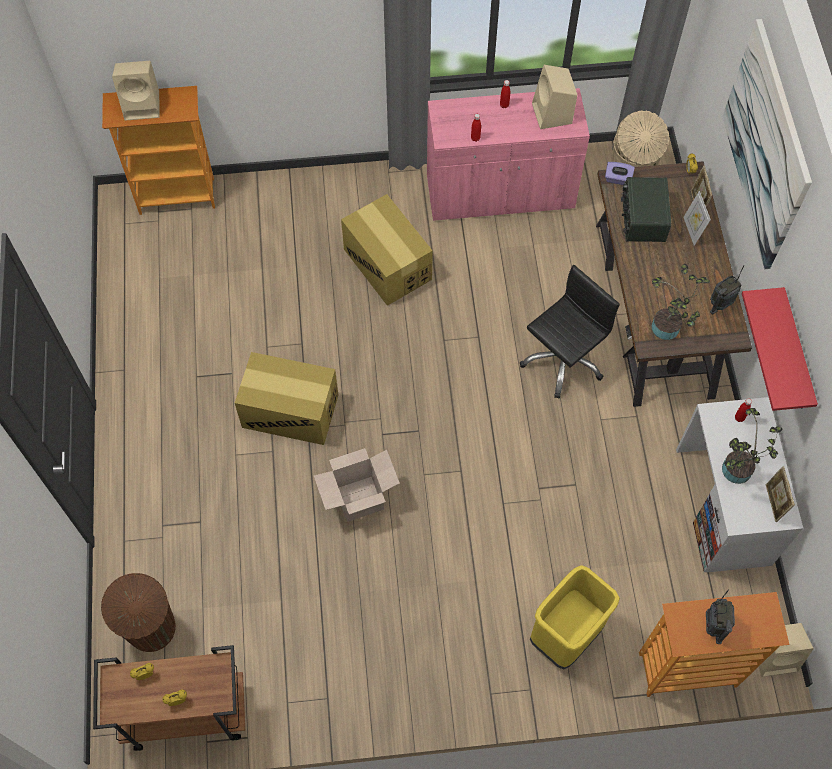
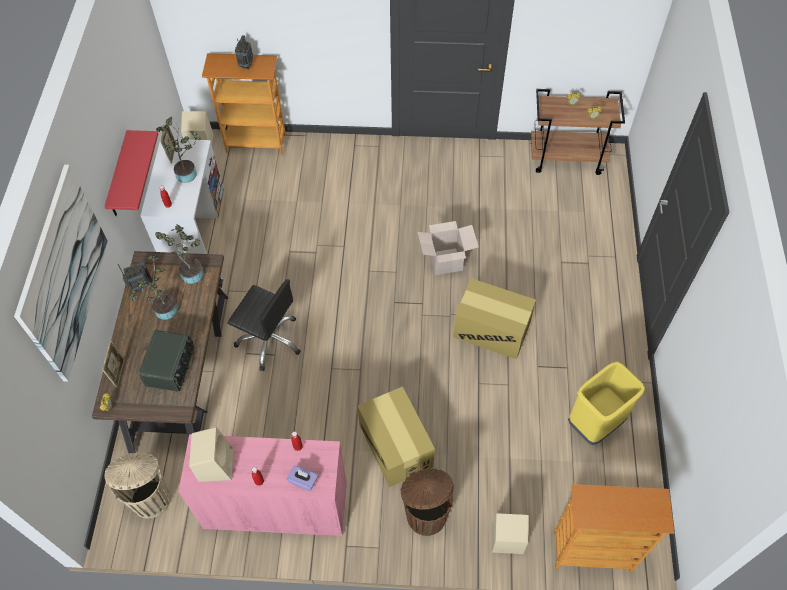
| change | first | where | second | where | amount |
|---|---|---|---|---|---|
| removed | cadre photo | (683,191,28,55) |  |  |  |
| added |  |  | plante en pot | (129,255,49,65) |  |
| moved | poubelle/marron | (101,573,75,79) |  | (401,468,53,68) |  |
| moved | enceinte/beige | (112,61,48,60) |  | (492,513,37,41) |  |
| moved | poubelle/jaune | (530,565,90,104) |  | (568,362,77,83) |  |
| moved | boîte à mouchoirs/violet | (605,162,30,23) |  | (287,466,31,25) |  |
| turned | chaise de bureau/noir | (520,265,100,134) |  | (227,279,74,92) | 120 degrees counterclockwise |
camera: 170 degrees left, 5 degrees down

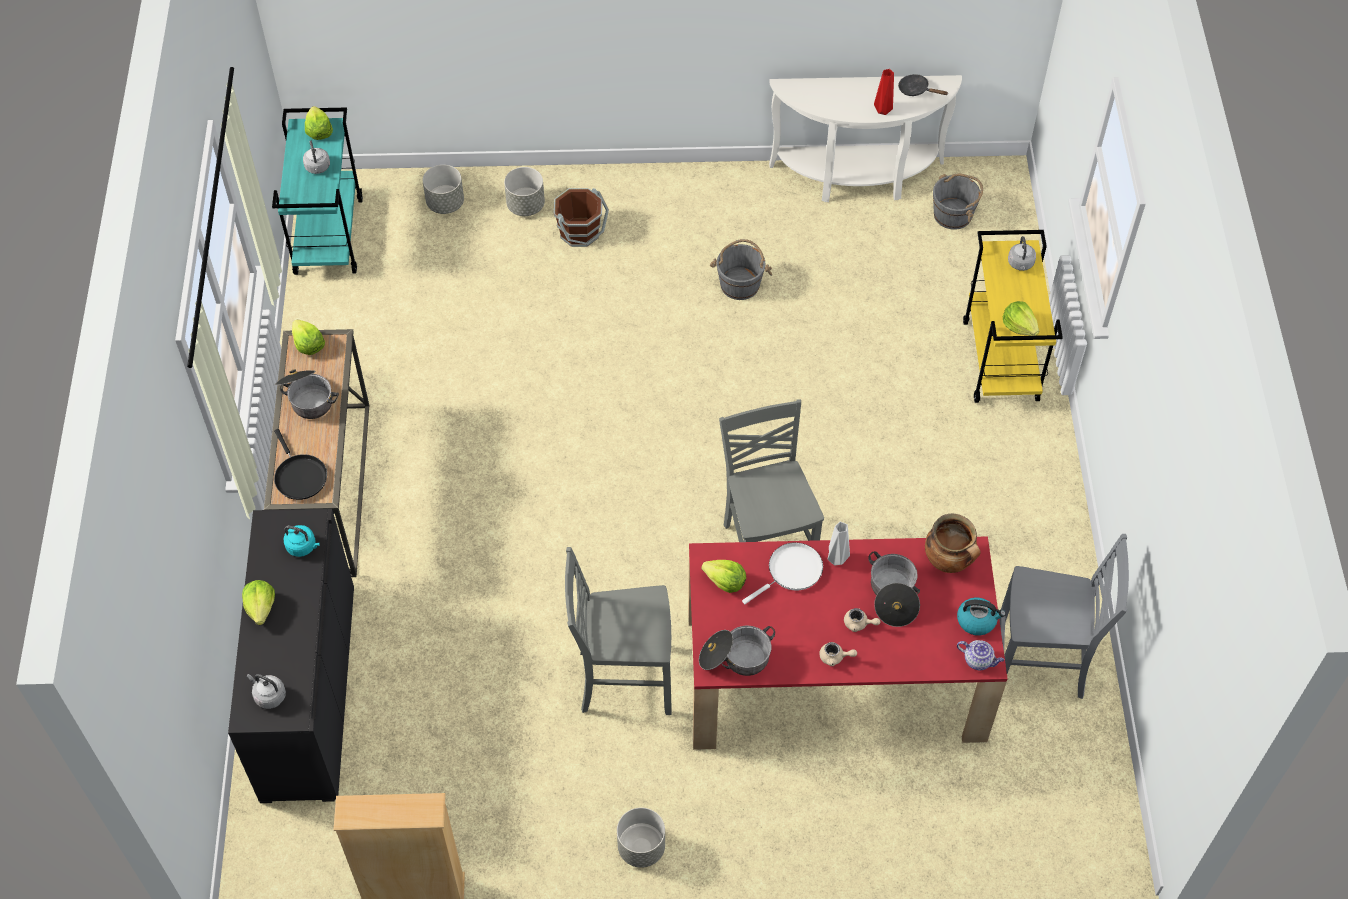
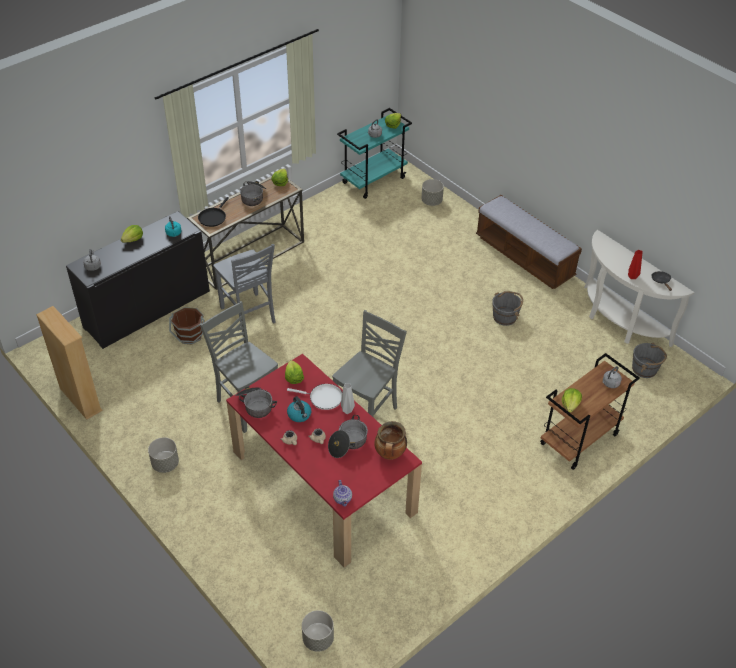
| change | first | where | second | where | amount |
|---|---|---|---|---|---|
| added |  |  | banc | (476,195,106,94) |  |
| moved | cache-pot/gris | (504,167,41,49) |  | (302,610,32,42) |  |
| moved | seau/marron | (554,188,55,59) |  | (169,307,36,37) |  |
| moved | bouilloire | (957,597,49,39) |  | (287,396,24,26) |  |
| moved | chaise/gris | (999,534,130,165) |  | (213,244,62,88) |  |
| recoloured | chariot/jaune | (963,230,100,173) | chariot/marron | (540,353,100,117) |  |
camera: 50 degrees right, 10 degrees down

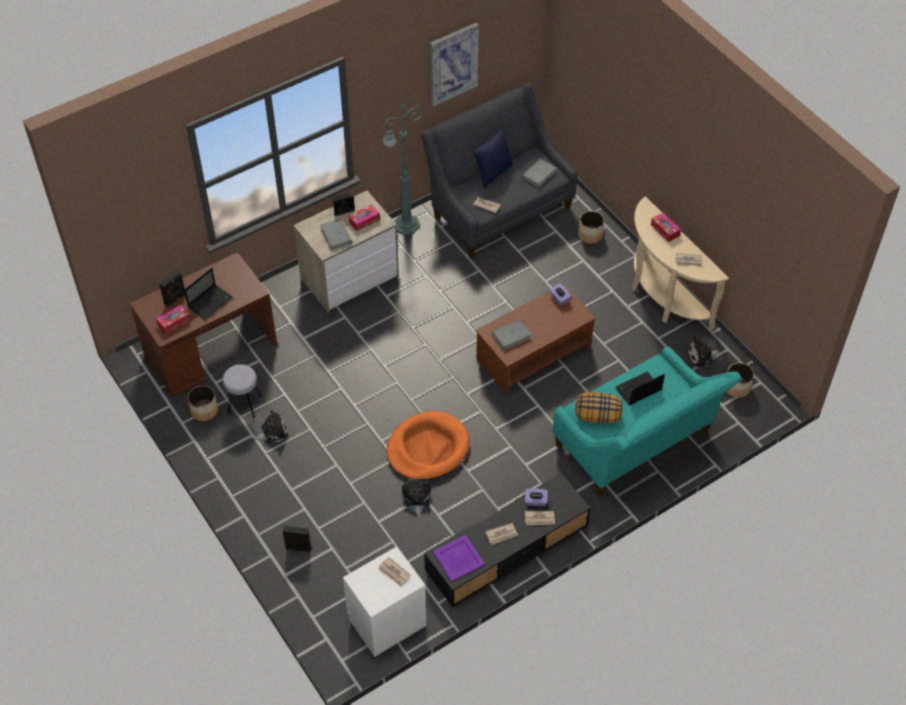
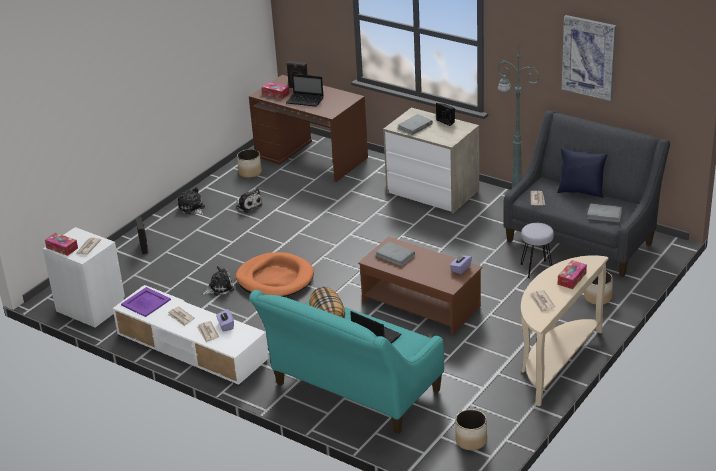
| change | first | where | second | where | amount |
|---|---|---|---|---|---|
| moved | tabouret/gris | (223,364,39,54) |  | (521,223,33,55) |  |
| moved | boîte à mouchoirs | (348,204,32,27) |  | (45,233,33,23) |  |
| moved | peluche | (687,336,32,32) |  | (178,187,27,28) |  |
| recoloured | meuble télé/noir | (424,473,166,134) | meuble télé/blanc | (113,285,156,101) |  |
camera: 70 degrees right, 20 degrees down

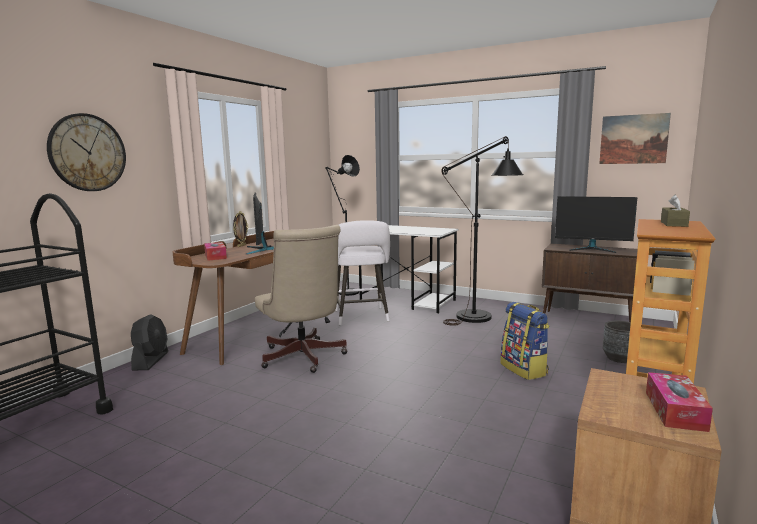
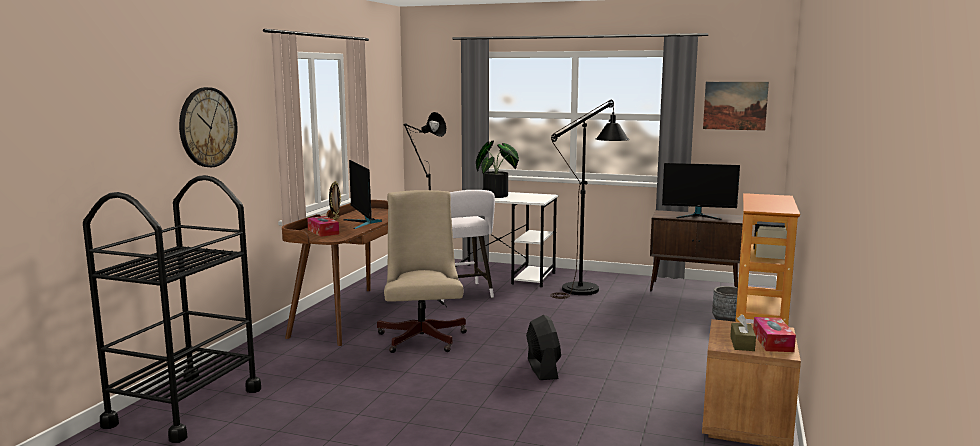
| change | first | where | second | where | amount |
|---|---|---|---|---|---|
| removed | sac à dos | (500,302,50,78) |  |  |  |
| added |  |  | plante en pot | (476,141,43,57) |  |
| moved | ventilateur/noir | (131,314,37,56) |  | (526,315,35,65) |  |
| moved | boîte à mouchoirs/marron | (661,195,29,32) |  | (730,314,26,37) |  |
| turned | chaise de bureau/beige | (255,225,93,148) |  | (377,190,90,163) | 150 degrees counterclockwise |
camera: 10 degrees left, 0 degrees up

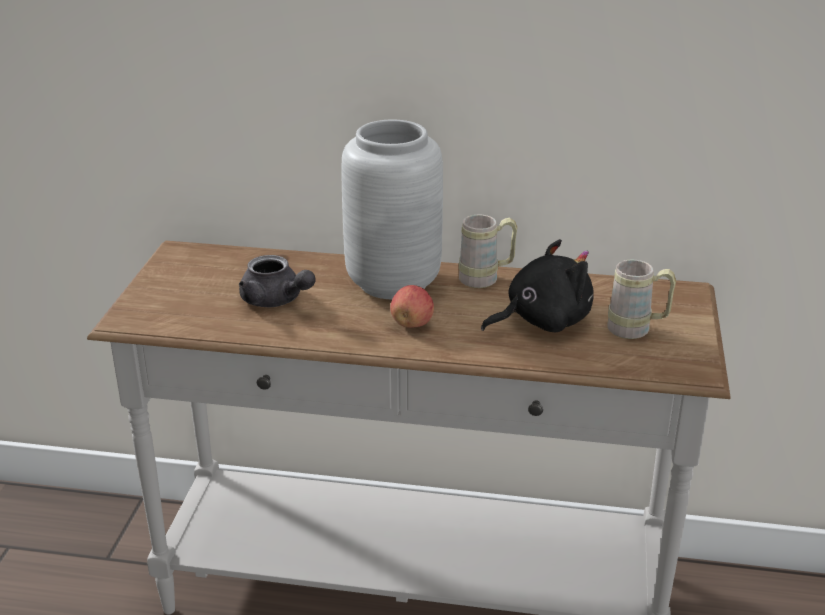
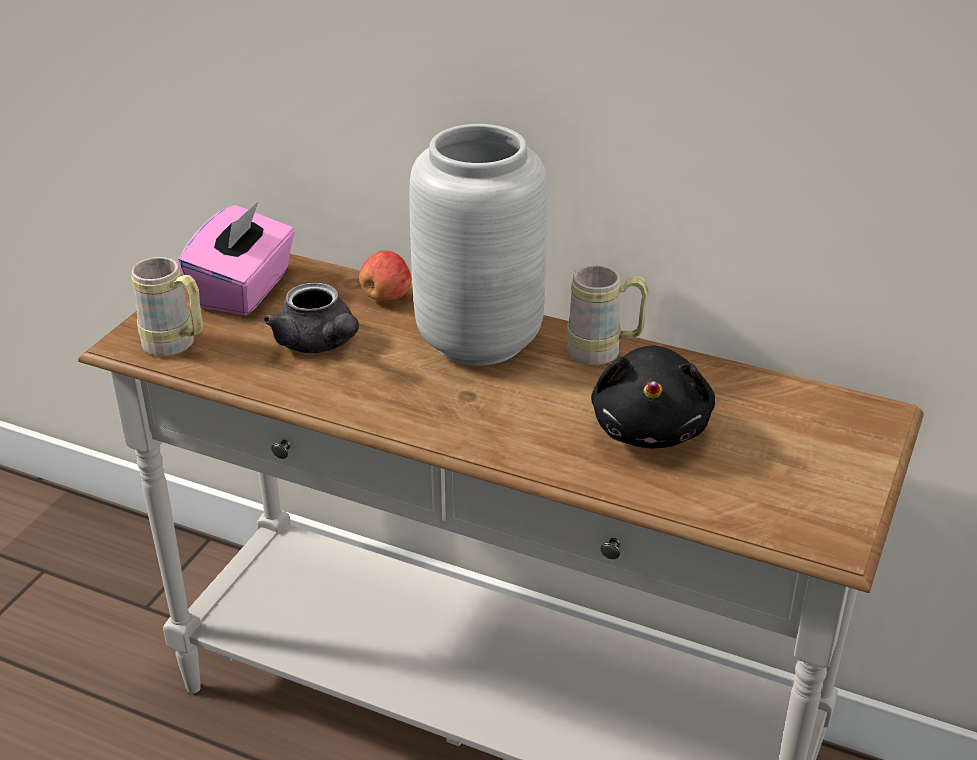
| change | first | where | second | where | amount |
|---|---|---|---|---|---|
| added |  |  | boîte à mouchoirs/rose | (178,201,117,115) |  |
| moved | pomme | (390,285,44,43) |  | (359,250,52,51) |  |
| moved | mug/beige | (607,259,69,80) |  | (131,257,72,99) |  |
| turned | peluche/noir | (481,239,113,93) |  | (591,345,124,104) | 105 degrees clockwise |
camera: 15 degrees right, 5 degrees up

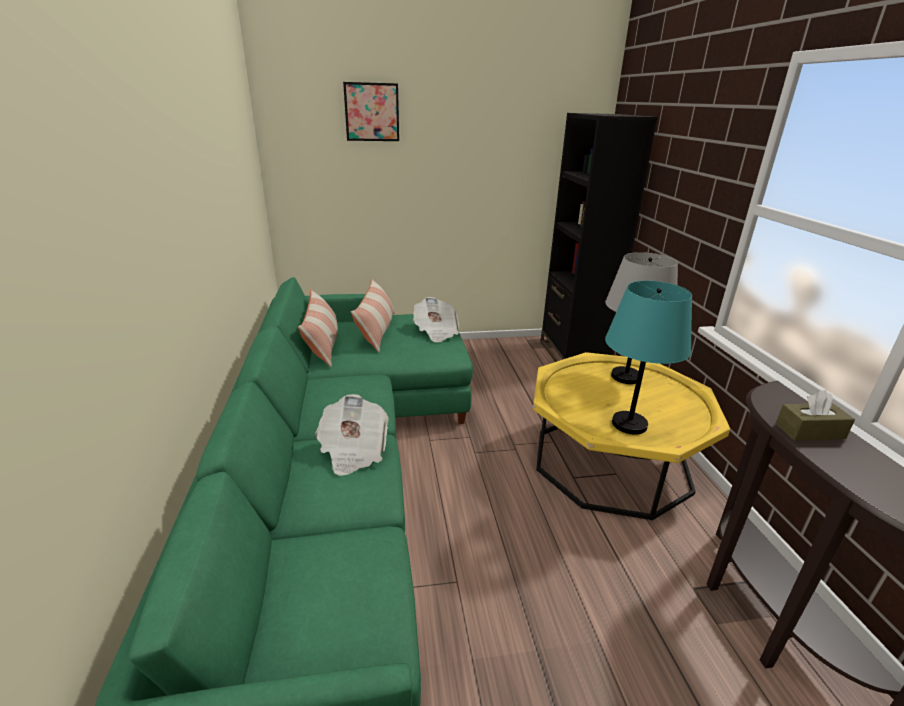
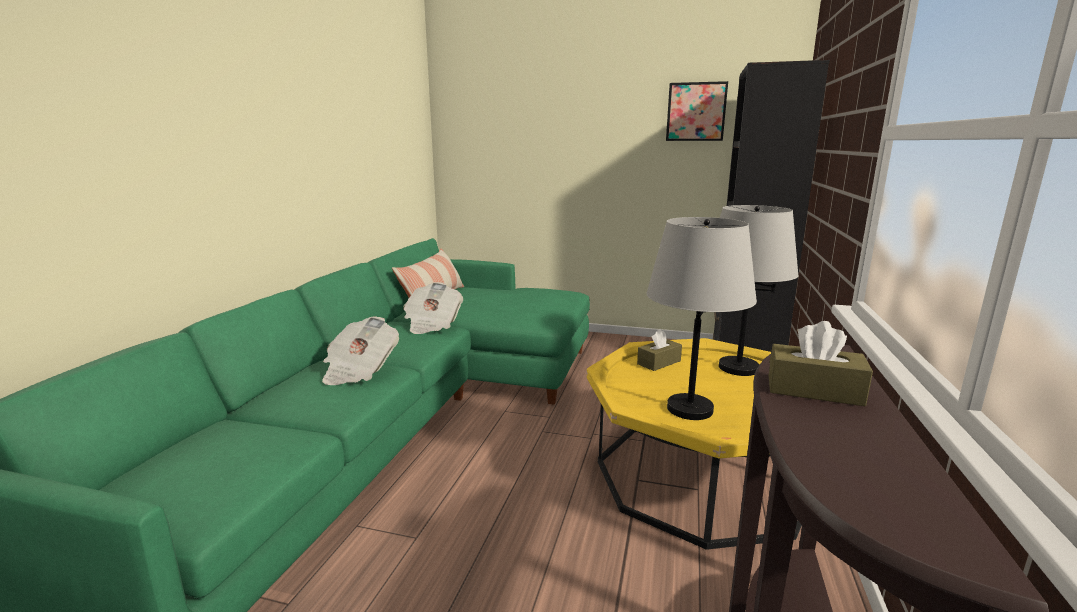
| change | first | where | second | where | amount |
|---|---|---|---|---|---|
| removed | coussin | (351,279,44,74) |  |  |  |
| added |  |  | boîte à mouchoirs/marron | (637,329,45,42) |  |
| moved | tableau | (343,82,56,59) |  | (666,81,62,60) |  |
| moved | journal | (413,297,46,46) |  | (403,282,60,52) |  |
| recoloured | lampe de table/turquoise | (605,281,87,153) | lampe de table/gris | (646,217,111,203) |  |
camera: 25 degrees right, 10 degrees down

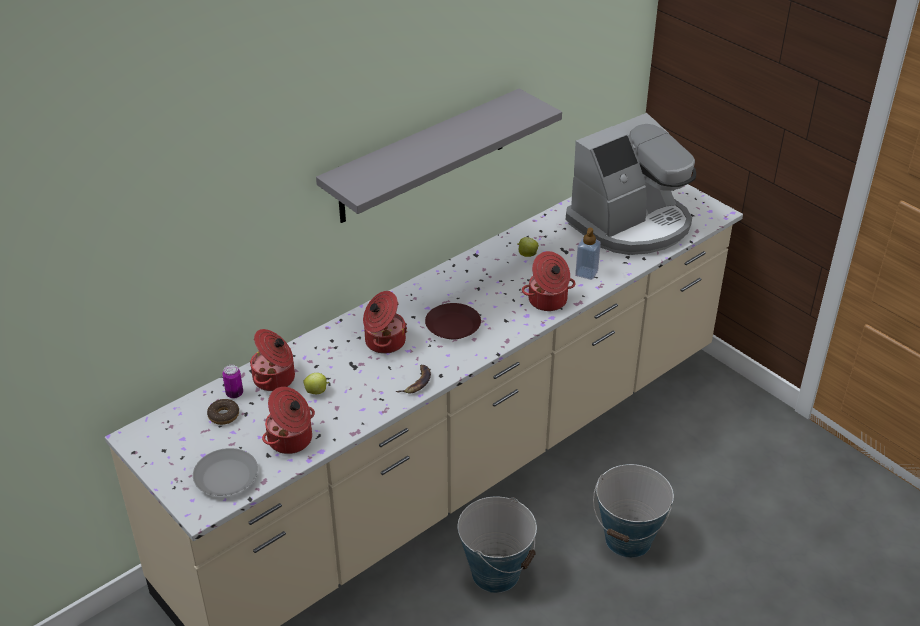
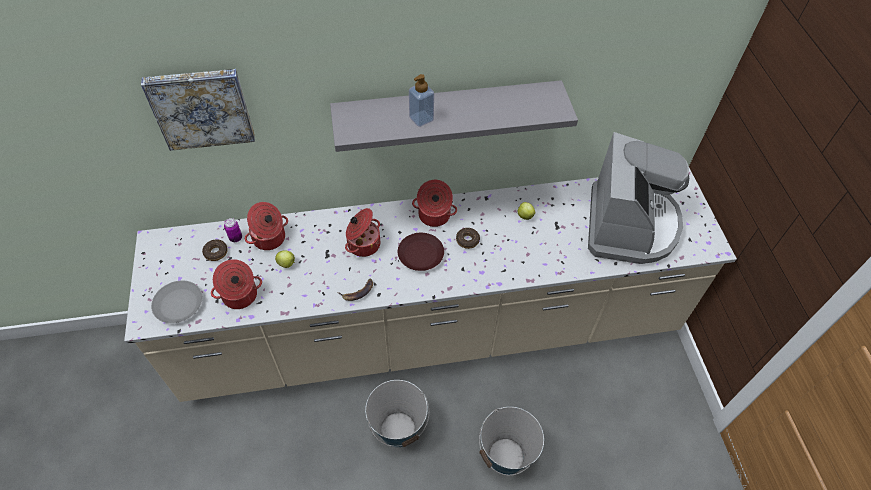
| change | first | where | second | where | amount |
|---|---|---|---|---|---|
| added |  |  | tableau | (141,69,114,82) |  |
| added |  |  | beignet | (456,228,24,21) |  |
| moved | marmite | (522,251,54,60) |  | (412,180,45,47) |  |
| moved | distributeur de savon | (575,228,26,52) |  | (409,74,25,53) |  |
| turned | machine à café | (566,113,130,142) |  | (588,132,101,132) | 75 degrees counterclockwise |
camera: 30 degrees right, 15 degrees up

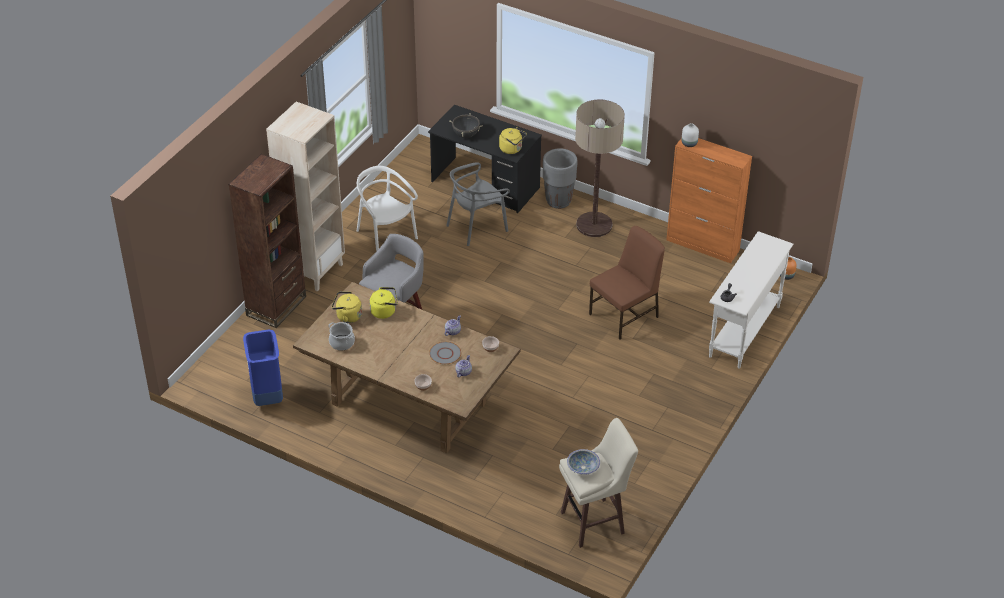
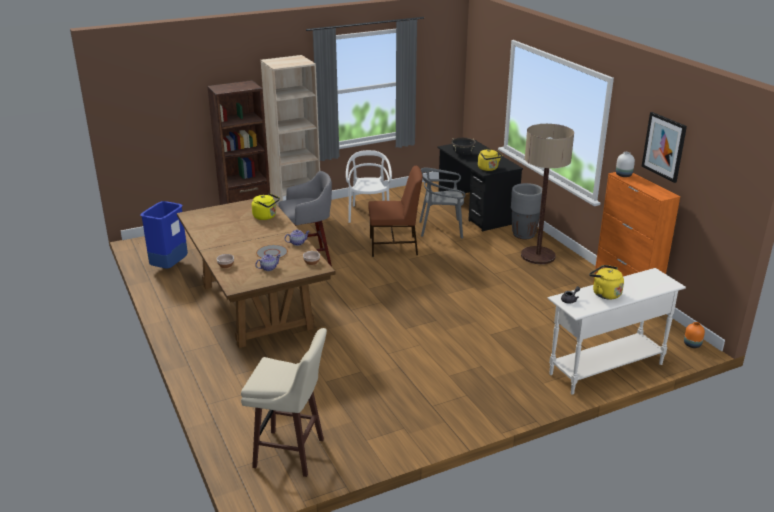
| change | first | where | second | where | amount |
|---|---|---|---|---|---|
| removed | marmite | (328,322,27,29) |  |  |  |
| removed | bol | (567,449,33,26) |  |  |  |
| added |  |  | tableau | (641,112,46,71) |  |
| moved | bouilloire/jaune | (332,292,30,31) |  | (589,265,35,35) |  |
| moved | chaise/marron | (589,226,76,113) |  | (368,166,55,91) |  |
camera: 35 degrees right, 15 degrees down

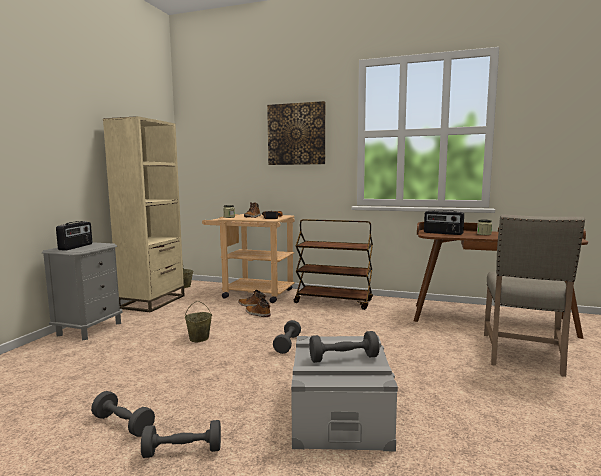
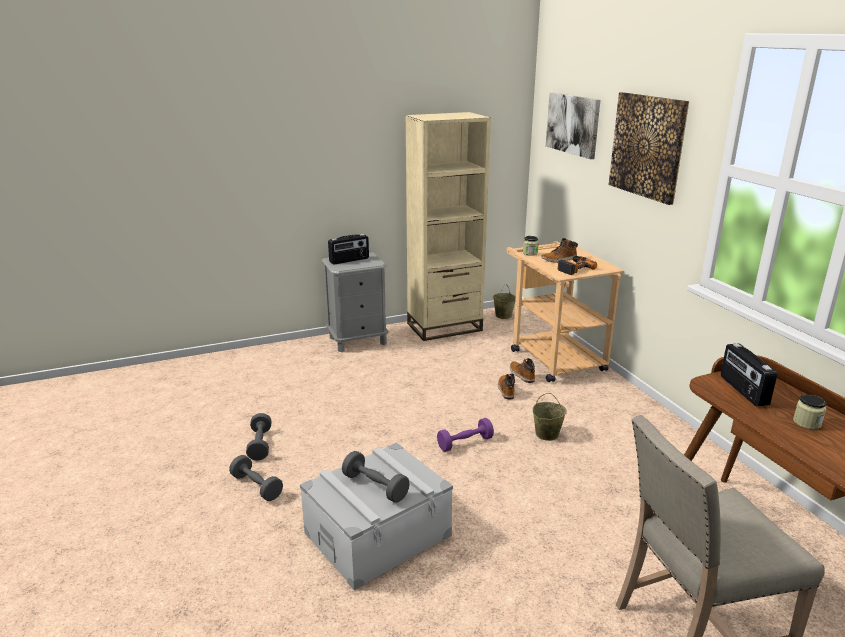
| change | first | where | second | where | amount |
|---|---|---|---|---|---|
| removed | chariot/marron | (294,219,79,91) |  |  |  |
| added |  |  | tableau | (546,92,54,67) |  |
| moved | seau/beige | (185,301,27,41) |  | (533,393,34,48) |  |
| recoloured | haltère/gris | (273,320,28,34) | haltère/violet | (437,418,57,34) |  |
camera: 50 degrees right, 15 degrees up

